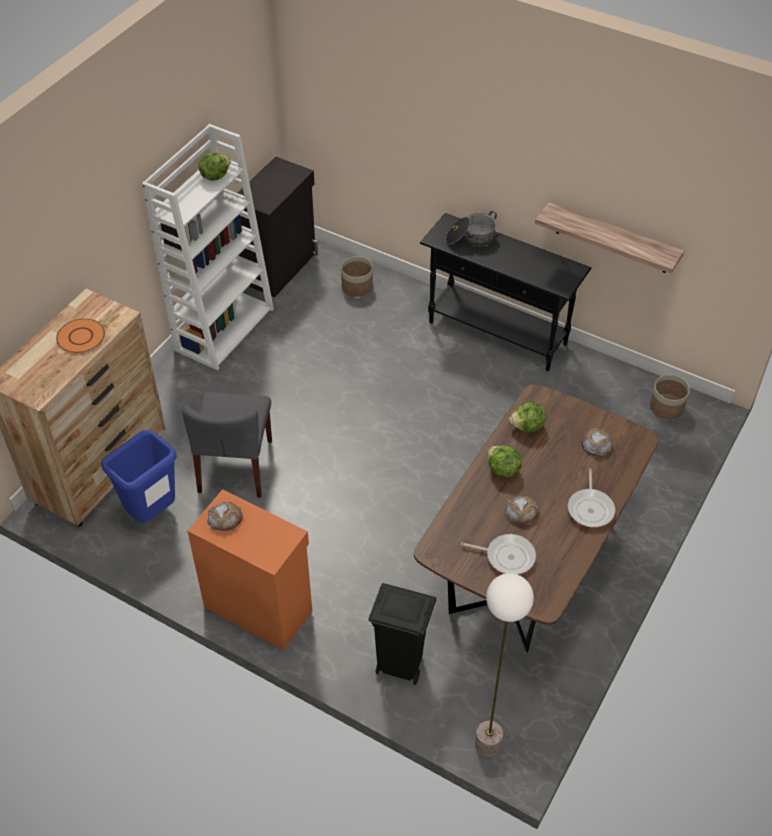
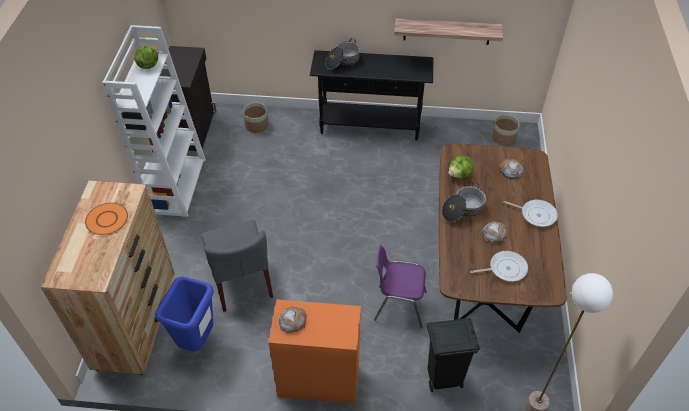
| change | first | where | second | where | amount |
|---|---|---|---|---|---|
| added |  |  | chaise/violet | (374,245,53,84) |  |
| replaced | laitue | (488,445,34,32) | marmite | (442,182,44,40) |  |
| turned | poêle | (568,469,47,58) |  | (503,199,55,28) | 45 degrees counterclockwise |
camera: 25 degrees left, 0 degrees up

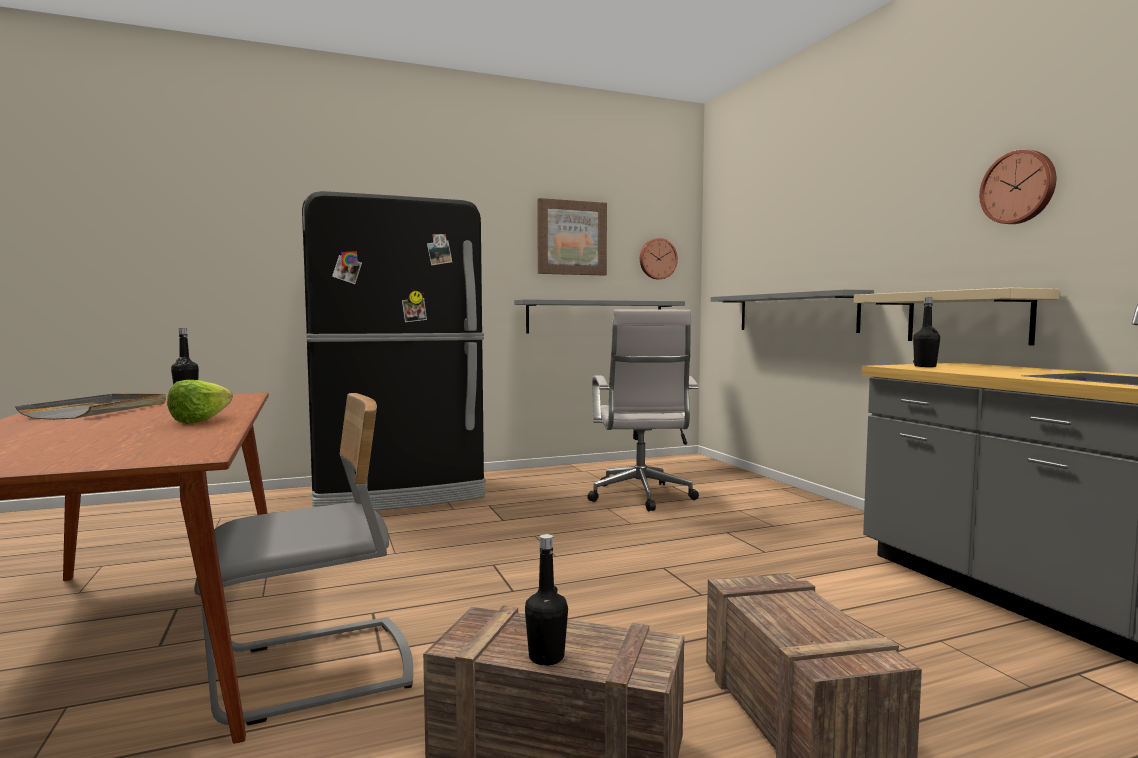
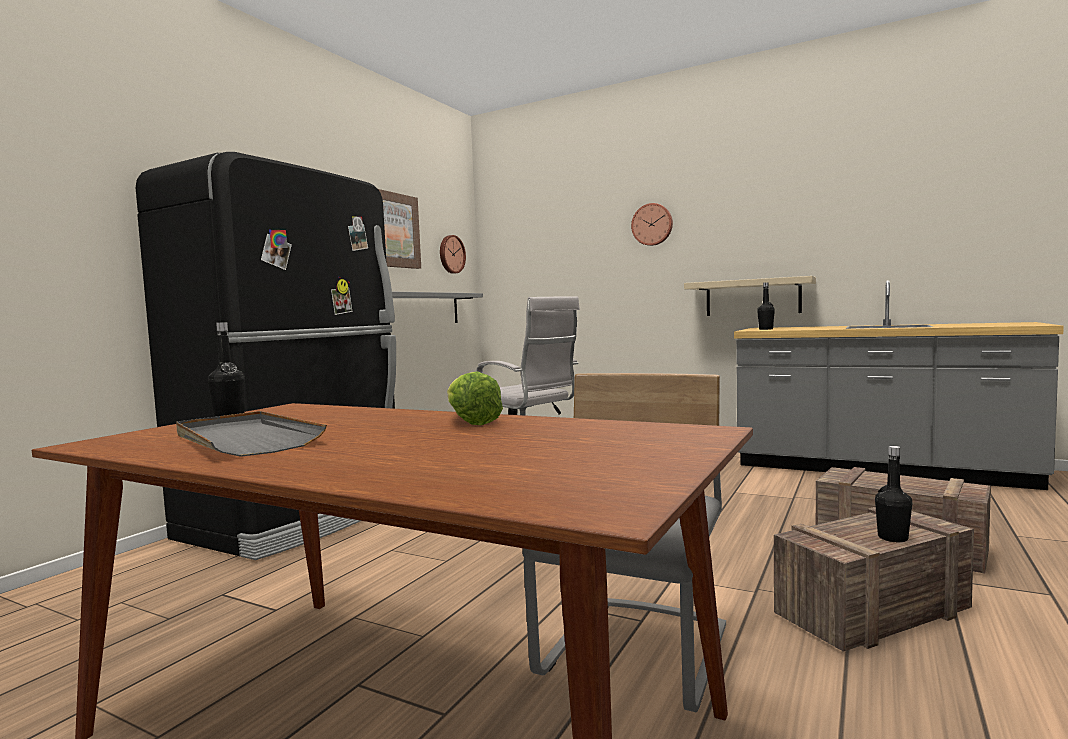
| change | first | where | second | where | amount |
|---|---|---|---|---|---|
| removed | étagère/gris | (711,289,163,44) |  |  |  |
| moved | horloge murale | (979,149,77,75) |  | (631,203,42,43) |  |
camera: 40 degrees left, 0 degrees up

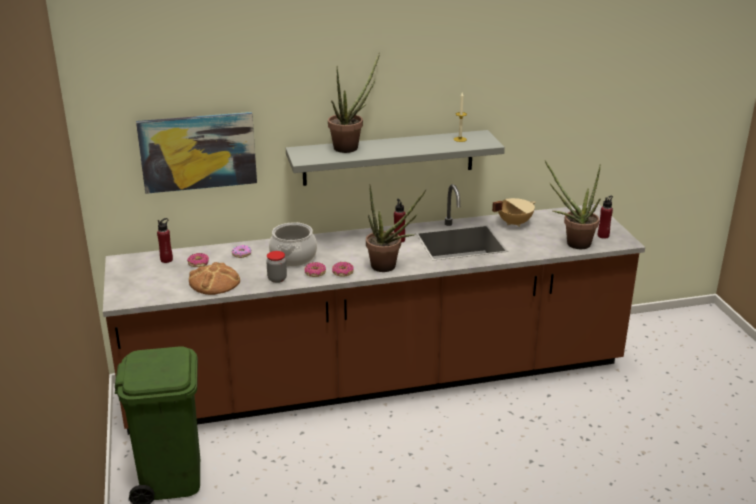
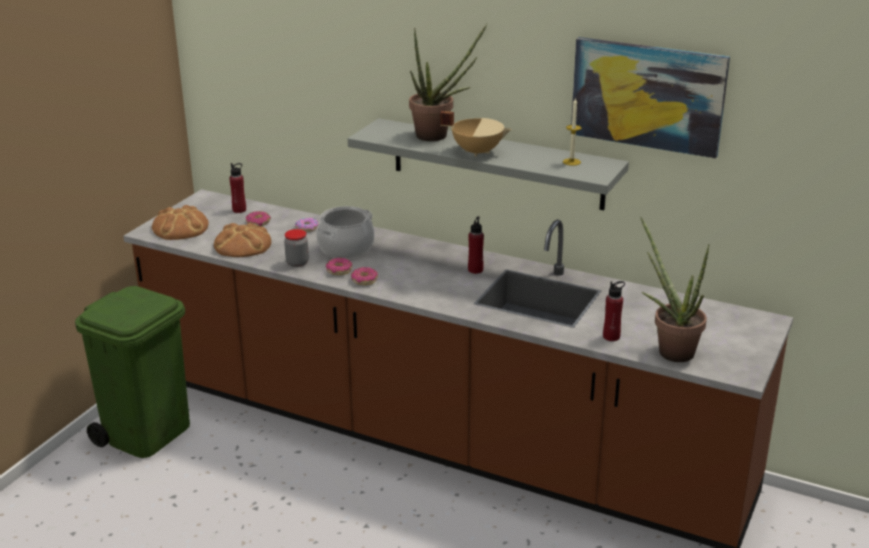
| change | first | where | second | where | amount |
|---|---|---|---|---|---|
| removed | plante en pot | (366,186,60,86) |  |  |  |
| added |  |  | pain | (152,205,57,35) |  |
| moved | tableau | (136,112,121,82) |  | (571,37,159,121) |  |
| moved | marmite/beige | (492,198,43,29) |  | (440,111,71,46) |  |
| moved | bouteille/rouge | (598,195,15,44) |  | (603,281,22,60) |  |
camera: 40 degrees right, 0 degrees up

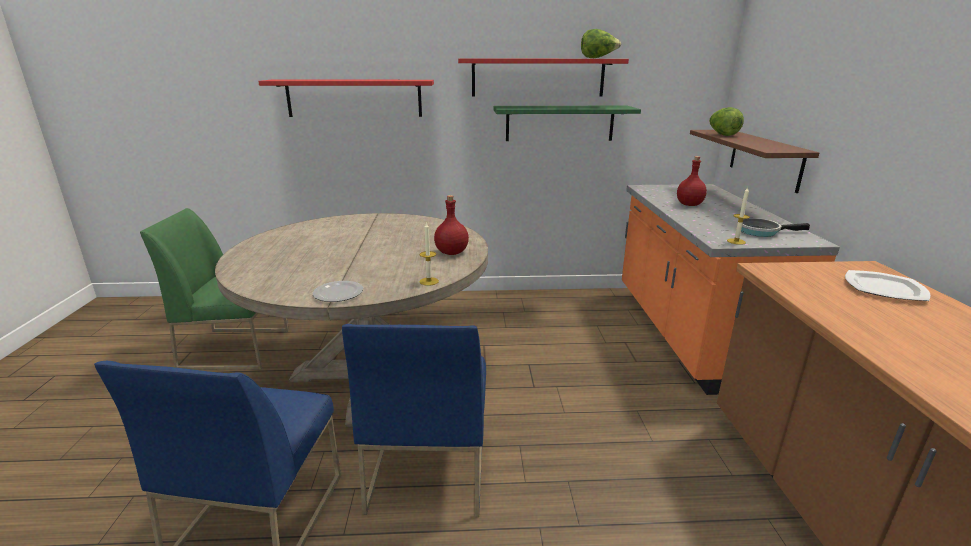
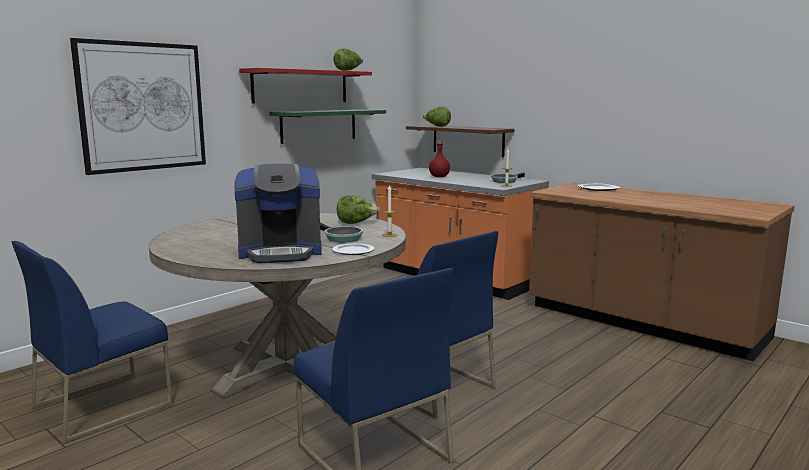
| change | first | where | second | where | amount |
|---|---|---|---|---|---|
| added |  |  | machine à café | (234,163,88,100) |  |
| added |  |  | poêle | (320,222,43,21) |  |
| replaced | étagère/rouge | (258,80,176,37) | tableau | (70,38,136,137) |  |
| replaced | bouteille/rouge | (434,195,35,60) | laitue | (336,195,44,29) |  |
| recoloured | chaise/vert | (140,208,149,162) | chaise/bleu | (11,241,162,203) |  |
camera: 45 degrees left, 10 degrees down

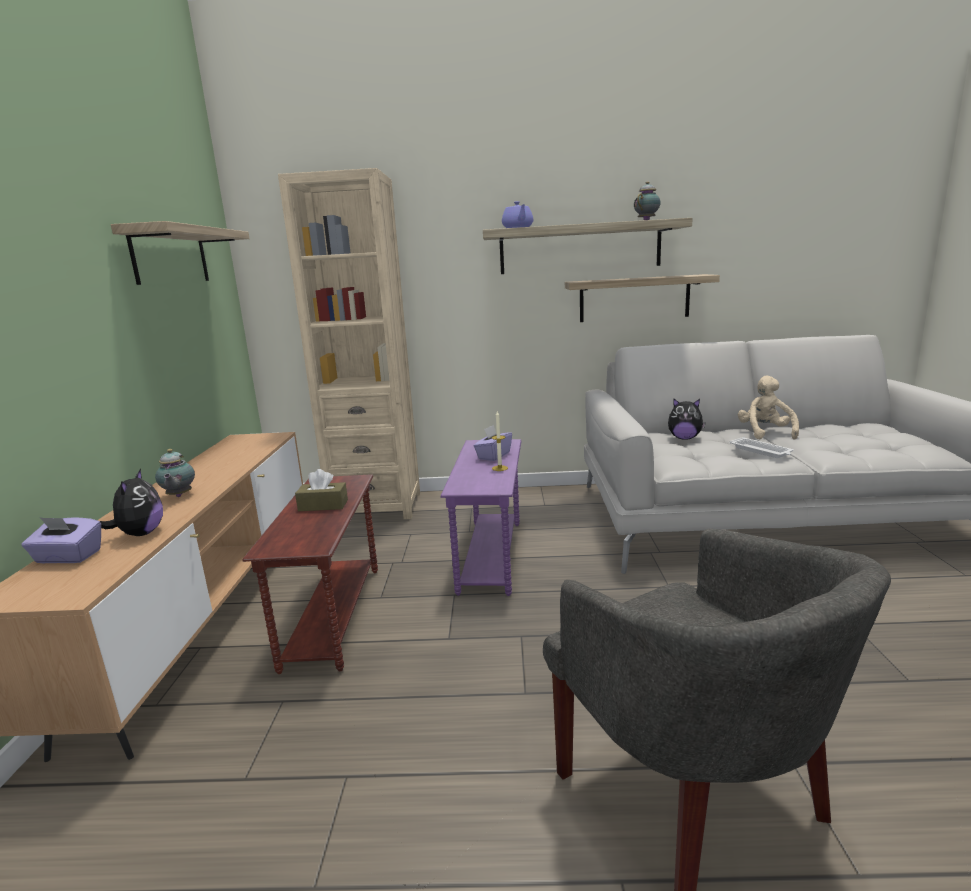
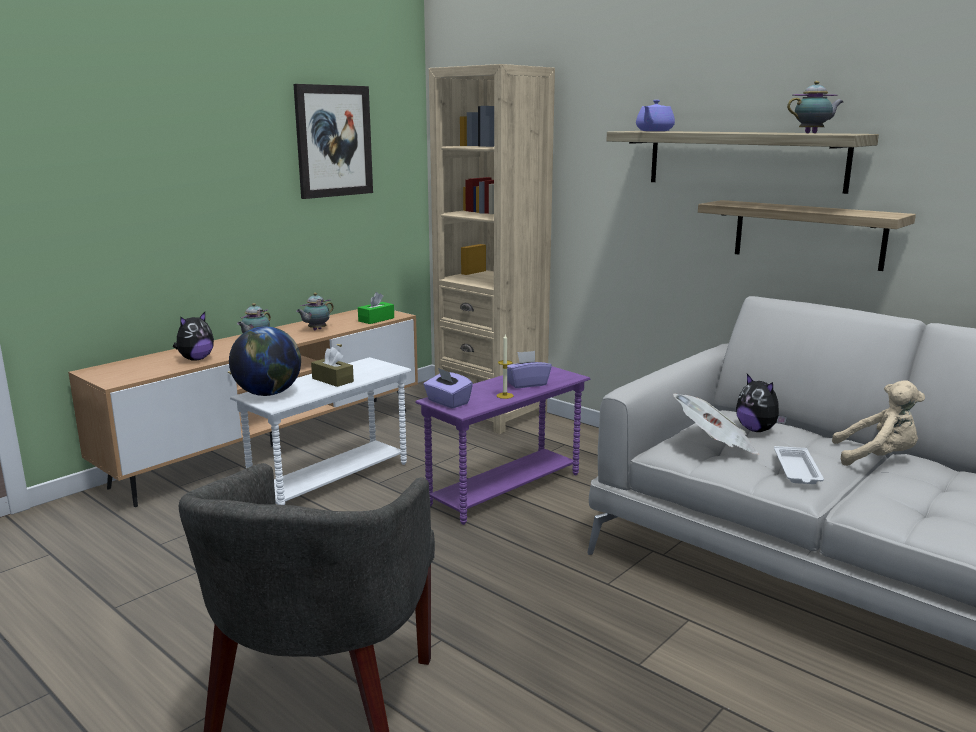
| change | first | where | second | where | amount |
|---|---|---|---|---|---|
| added |  |  | globe | (229,326,72,70) |  |
| added |  |  | théière | (296,293,38,37) |  |
| added |  |  | boîte à mouchoirs/vert | (358,292,36,32) |  |
| added |  |  | journal | (673,393,86,62) |  |
| moved | boîte à mouchoirs/violet | (22,517,79,46) |  | (423,368,50,41) |  |
| replaced | étagère | (111,221,139,64) | tableau | (293,84,80,115) |  |
| recoloured | table d'appoint/marron | (242,474,136,200) | table d'appoint/blanc | (230,357,181,148) |  |
| turned | peluche/beige | (738,375,61,65) |  | (832,380,93,86) | 60 degrees clockwise |
camera: 40 degrees right, 0 degrees up

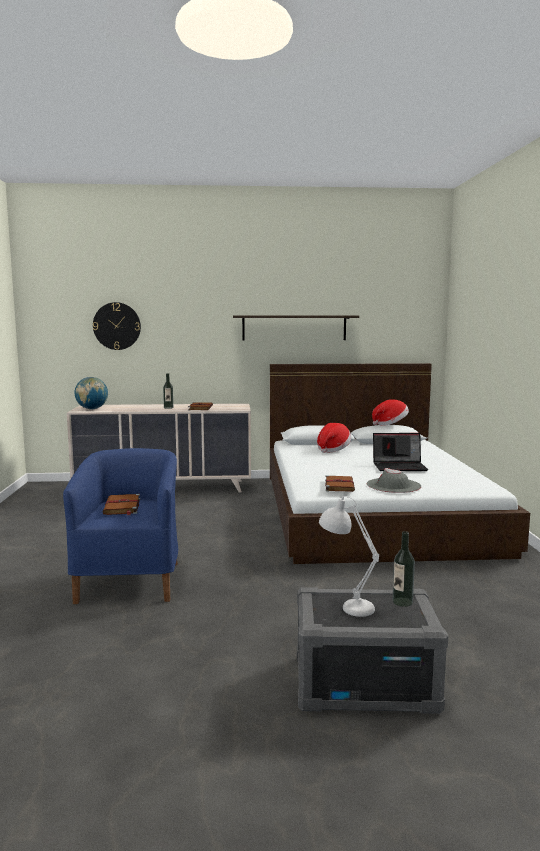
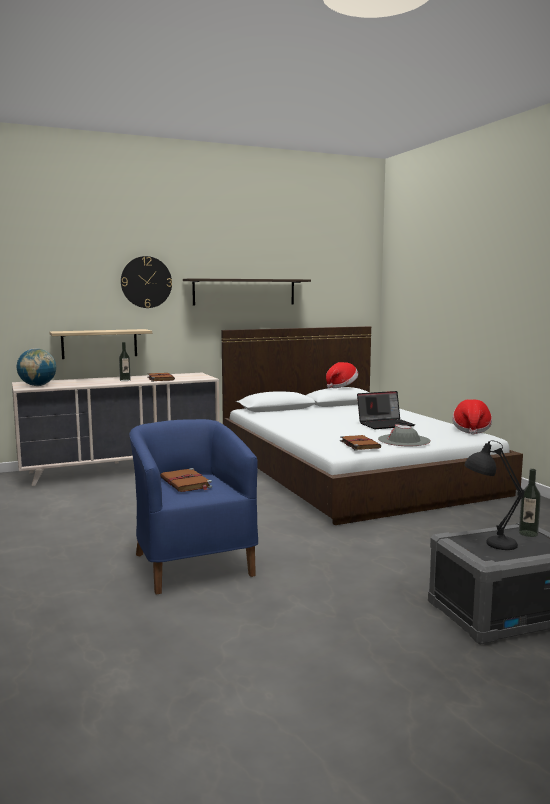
| change | first | where | second | where | amount |
|---|---|---|---|---|---|
| added |  |  | étagère | (49,329,103,30) |  |
| moved | horloge murale | (93,302,48,48) |  | (121,256,51,52) |  |
| moved | chapeau | (317,423,34,30) |  | (452,399,40,36) |  |
| recoloured | lampe de table/blanc | (319,496,60,121) | lampe de table/noir | (464,440,60,110) |  |
camera: 20 degrees left, 0 degrees up

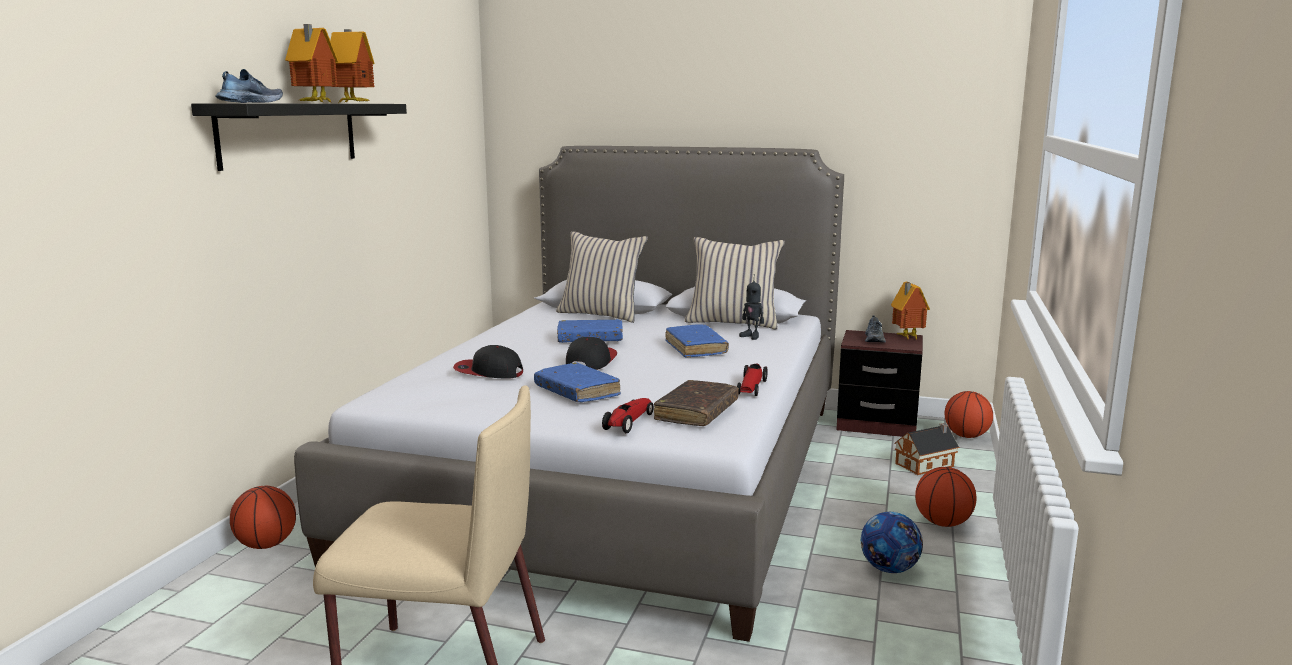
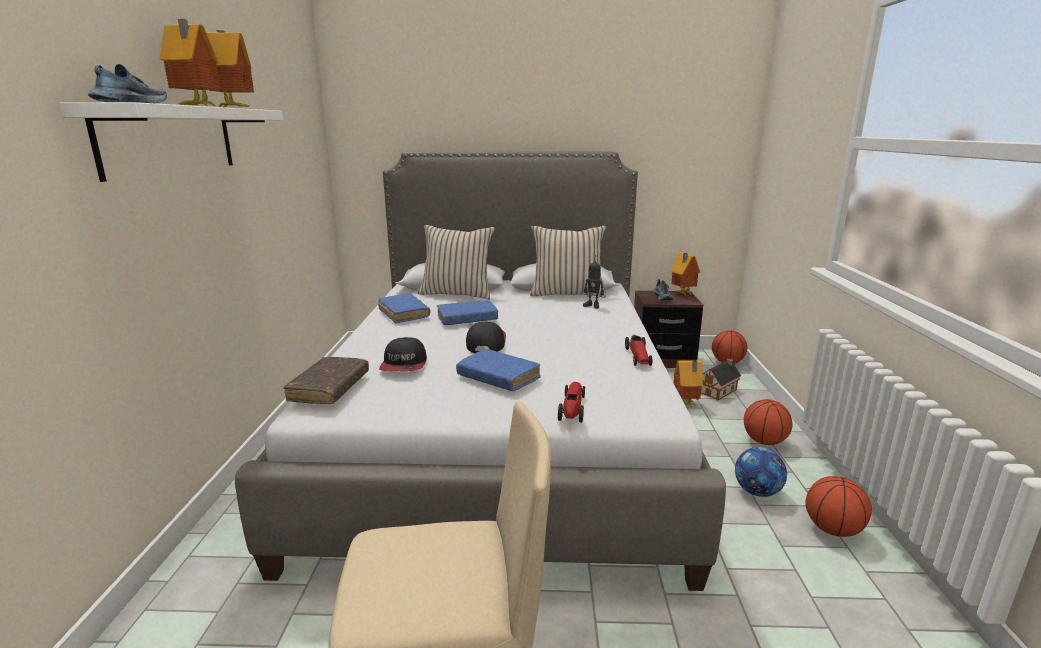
| change | first | where | second | where | amount |
|---|---|---|---|---|---|
| added |  |  | maison miniature | (673,360,30,46) |  |
| moved | ballon de basket | (230,486,66,63) |  | (805,476,67,61) |  |
| moved | livre/marron | (654,380,85,46) |  | (283,357,86,47) |  |
| moved | livre/bleu | (665,324,64,34) |  | (378,294,52,29) |  |
| recoloured | étagère/noir | (191,103,216,68) | étagère/blanc | (59,102,224,80) |  |
| turned | casquette | (453,345,70,34) |  | (379,337,48,34) | 90 degrees counterclockwise |
camera: 15 degrees left, 5 degrees up

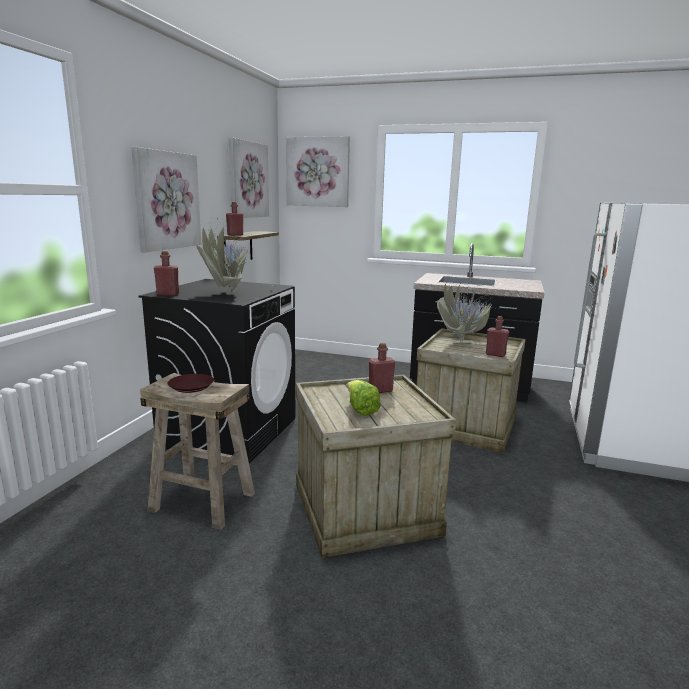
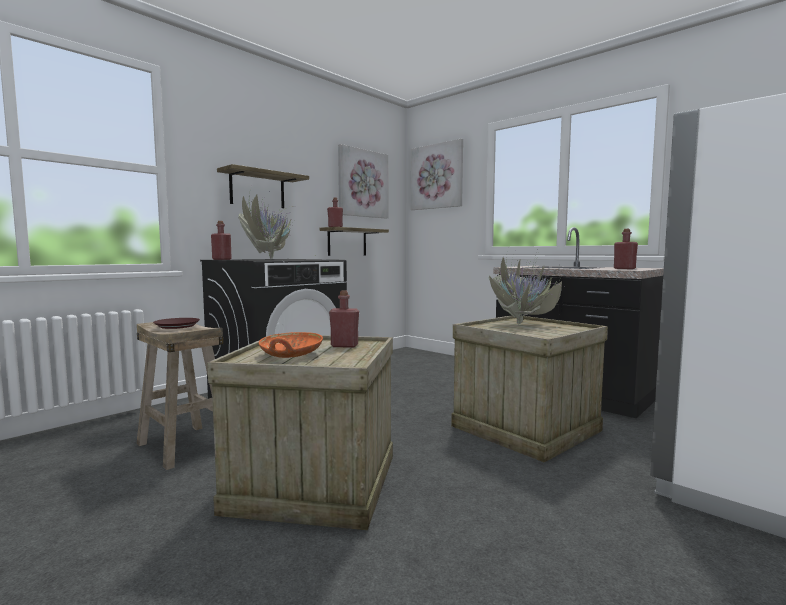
| change | first | where | second | where | amount |
|---|---|---|---|---|---|
| moved | bouteille/rouge | (486,316,23,41) |  | (614,229,24,40) |  |
| replaced | tableau | (131,147,71,105) | étagère | (217,164,92,44) |  |
| replaced | laitue | (347,380,34,36) | bol/orange | (259,332,64,26) |  |
camera: 25 degrees right, 10 degrees down

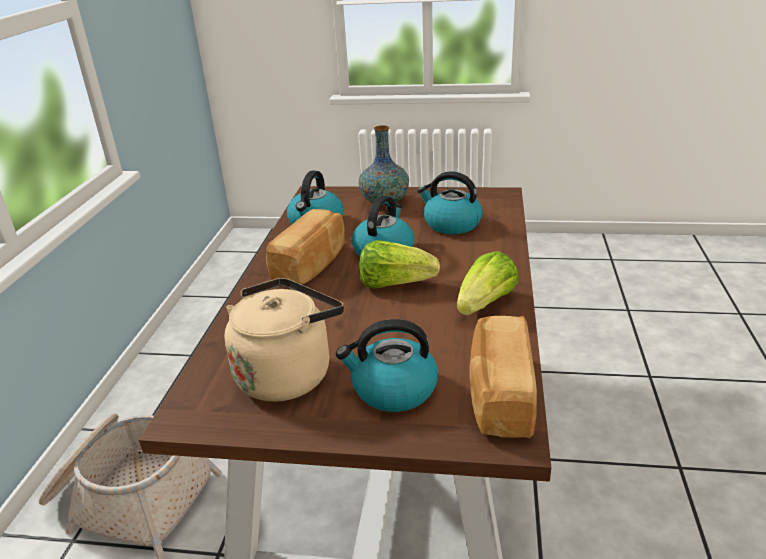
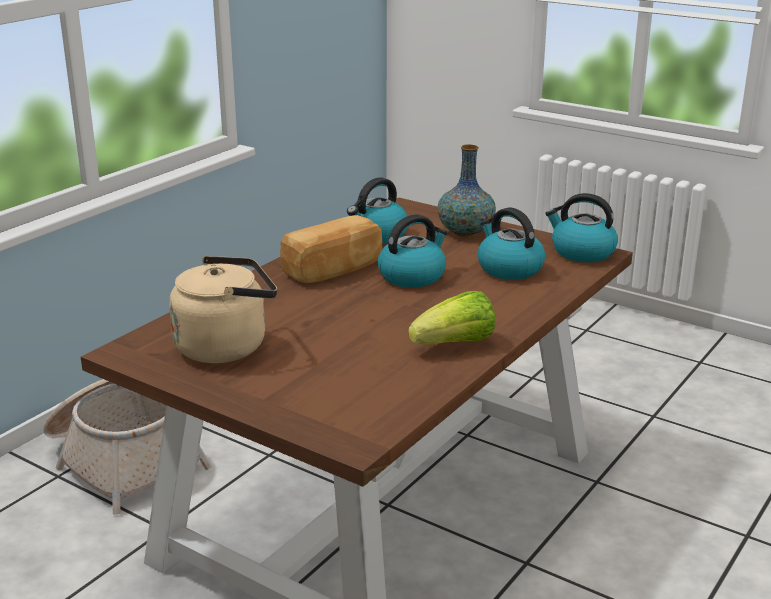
| change | first | where | second | where | amount |
|---|---|---|---|---|---|
| removed | laitue | (359,240,81,49) |  |  |  |
| removed | pain | (469,316,68,122) |  |  |  |
| moved | bouilloire | (336,319,102,93) |  | (545,193,73,69) |  |
camera: 25 degrees right, 5 degrees down

